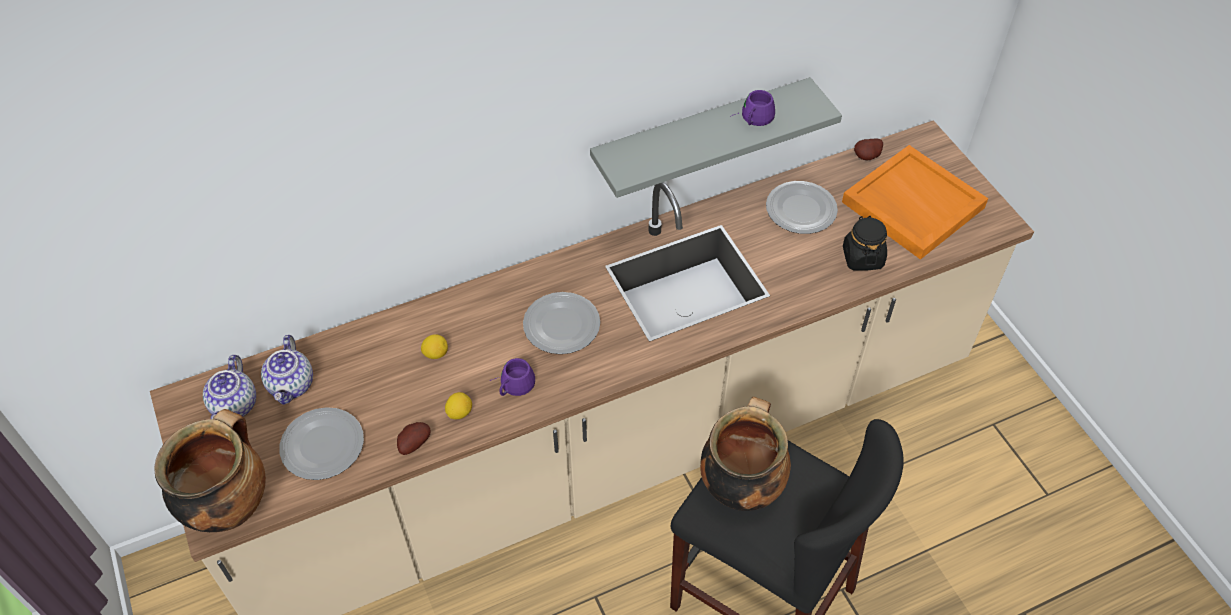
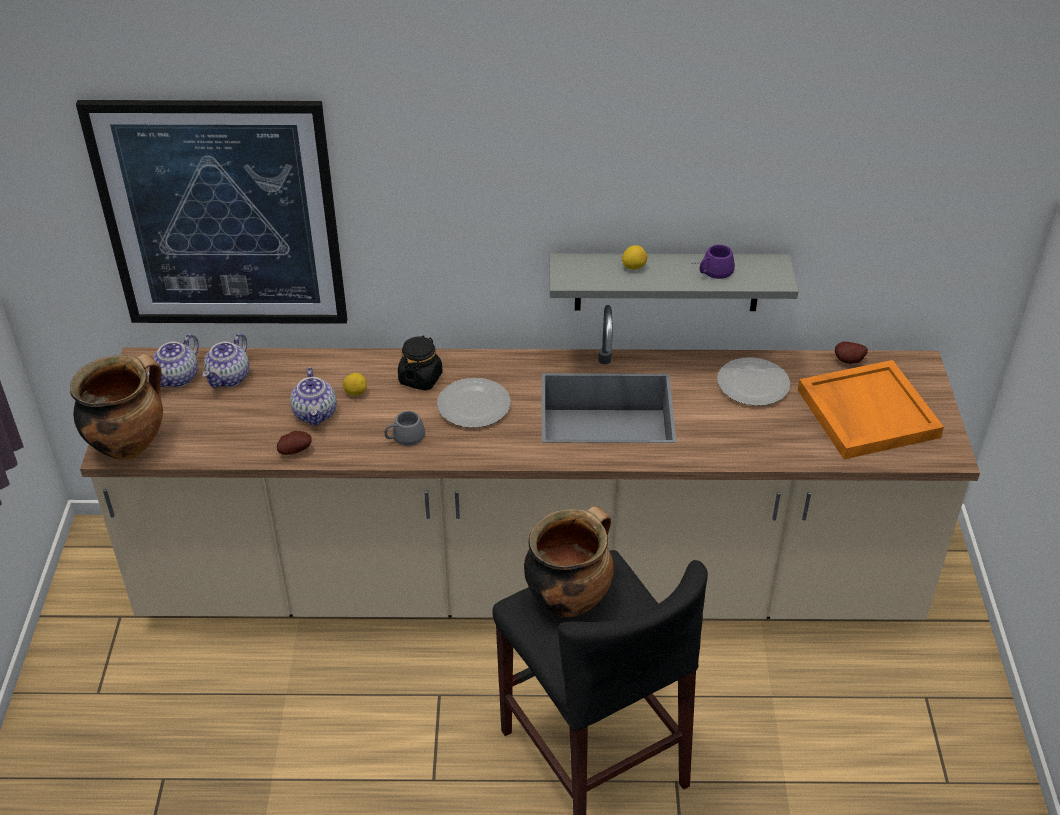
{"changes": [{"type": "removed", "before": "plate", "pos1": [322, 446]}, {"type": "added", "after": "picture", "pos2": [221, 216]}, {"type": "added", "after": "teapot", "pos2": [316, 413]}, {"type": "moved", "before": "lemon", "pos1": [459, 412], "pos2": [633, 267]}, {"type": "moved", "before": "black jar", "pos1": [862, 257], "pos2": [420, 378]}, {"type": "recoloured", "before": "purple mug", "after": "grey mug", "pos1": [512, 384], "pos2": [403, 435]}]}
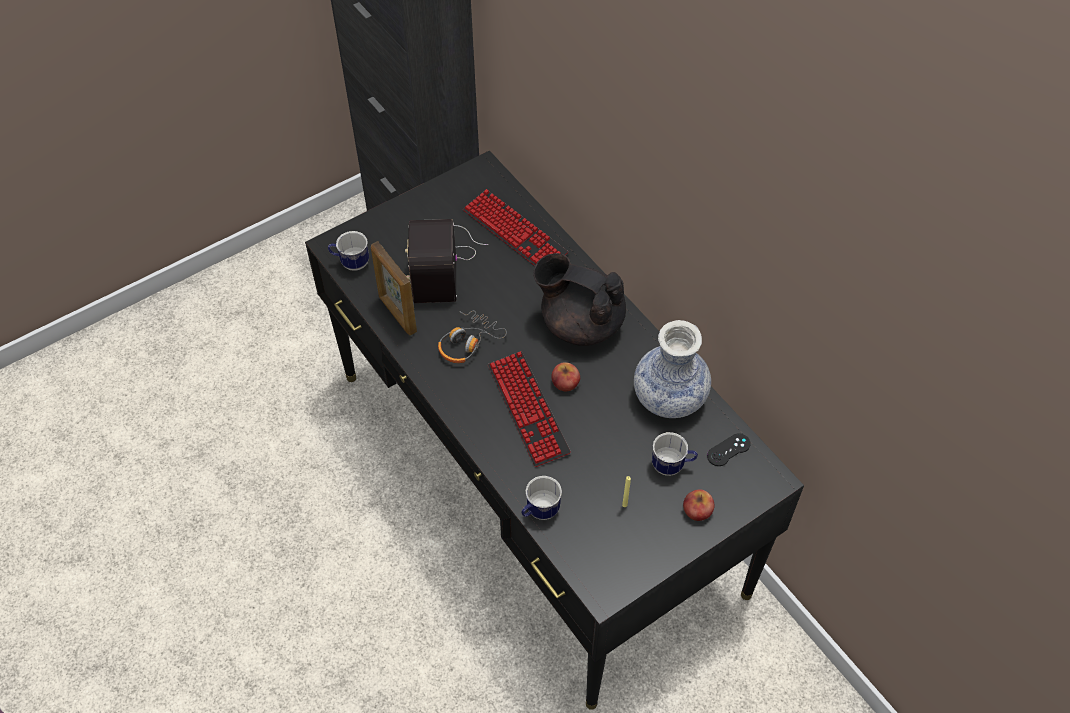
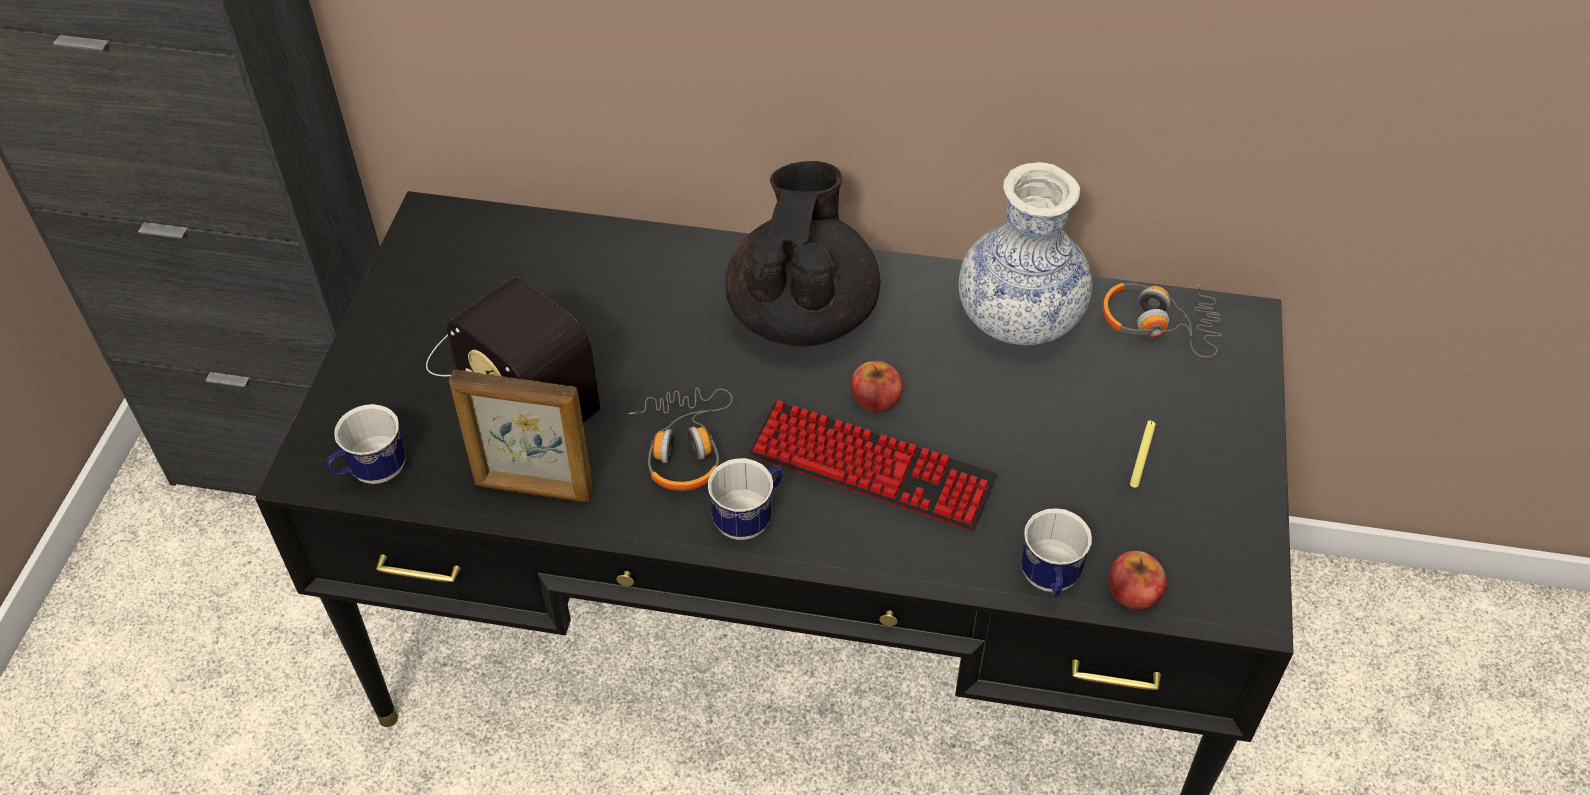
{"changes": [{"type": "removed", "before": "keyboard", "pos1": [514, 232]}, {"type": "moved", "before": "mug", "pos1": [672, 466], "pos2": [750, 518]}, {"type": "moved", "before": "apple", "pos1": [697, 510], "pos2": [1133, 591]}, {"type": "replaced", "before": "black game controller", "after": "headphones", "pos1": [728, 450], "pos2": [1159, 325]}, {"type": "turned", "before": "black teapot", "pos1": [580, 323], "pos2": [802, 313], "turn": 120}]}
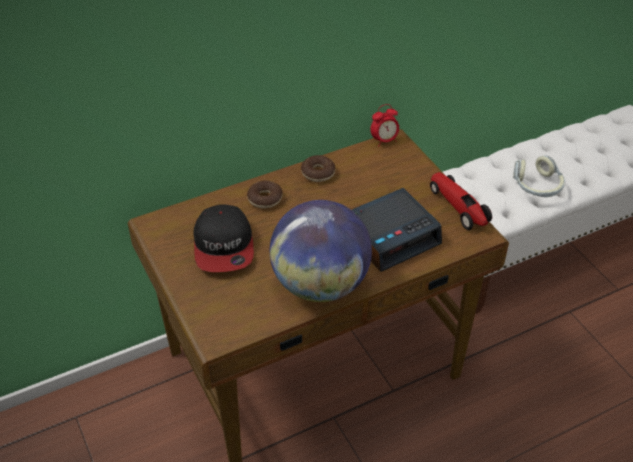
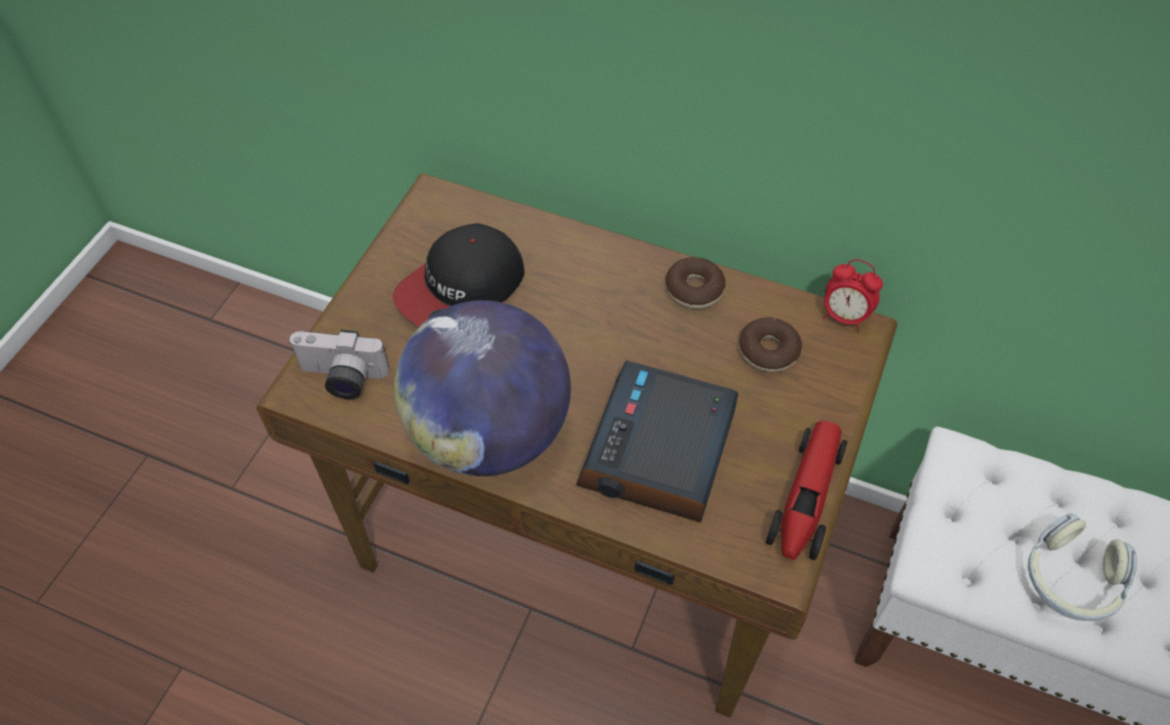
{"changes": [{"type": "added", "after": "photo camera", "pos2": [341, 379]}, {"type": "moved", "before": "donut", "pos1": [265, 199], "pos2": [768, 351]}, {"type": "turned", "before": "alarm clock", "pos1": [390, 236], "pos2": [658, 452], "turn": 90}]}
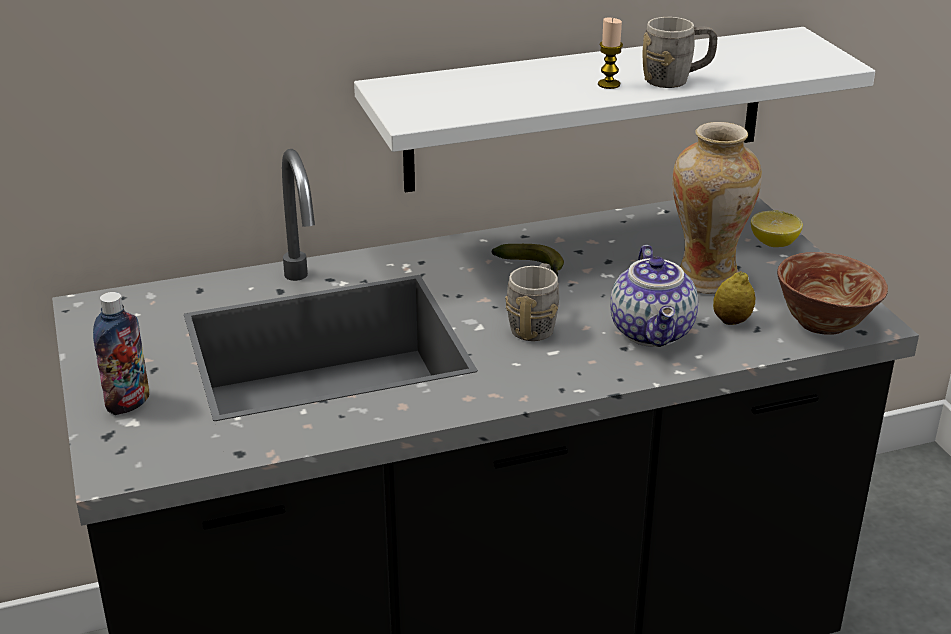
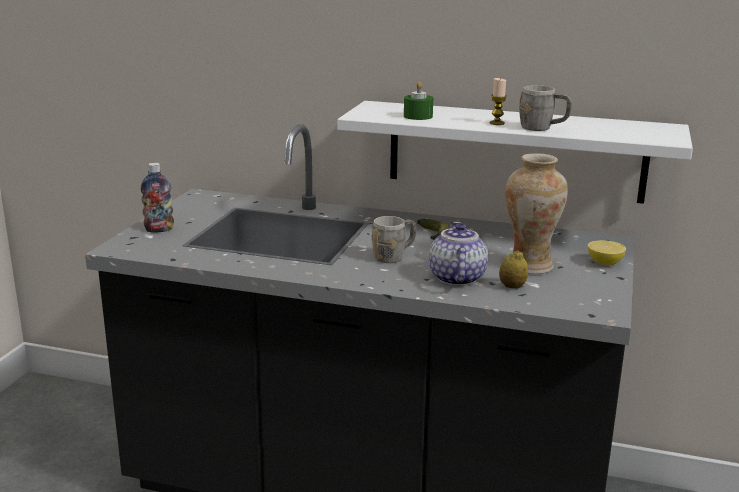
{"changes": [{"type": "removed", "before": "bowl", "pos1": [823, 323]}, {"type": "added", "after": "green candle", "pos2": [418, 116]}, {"type": "turned", "before": "teapot", "pos1": [654, 332], "pos2": [455, 278], "turn": 150}]}
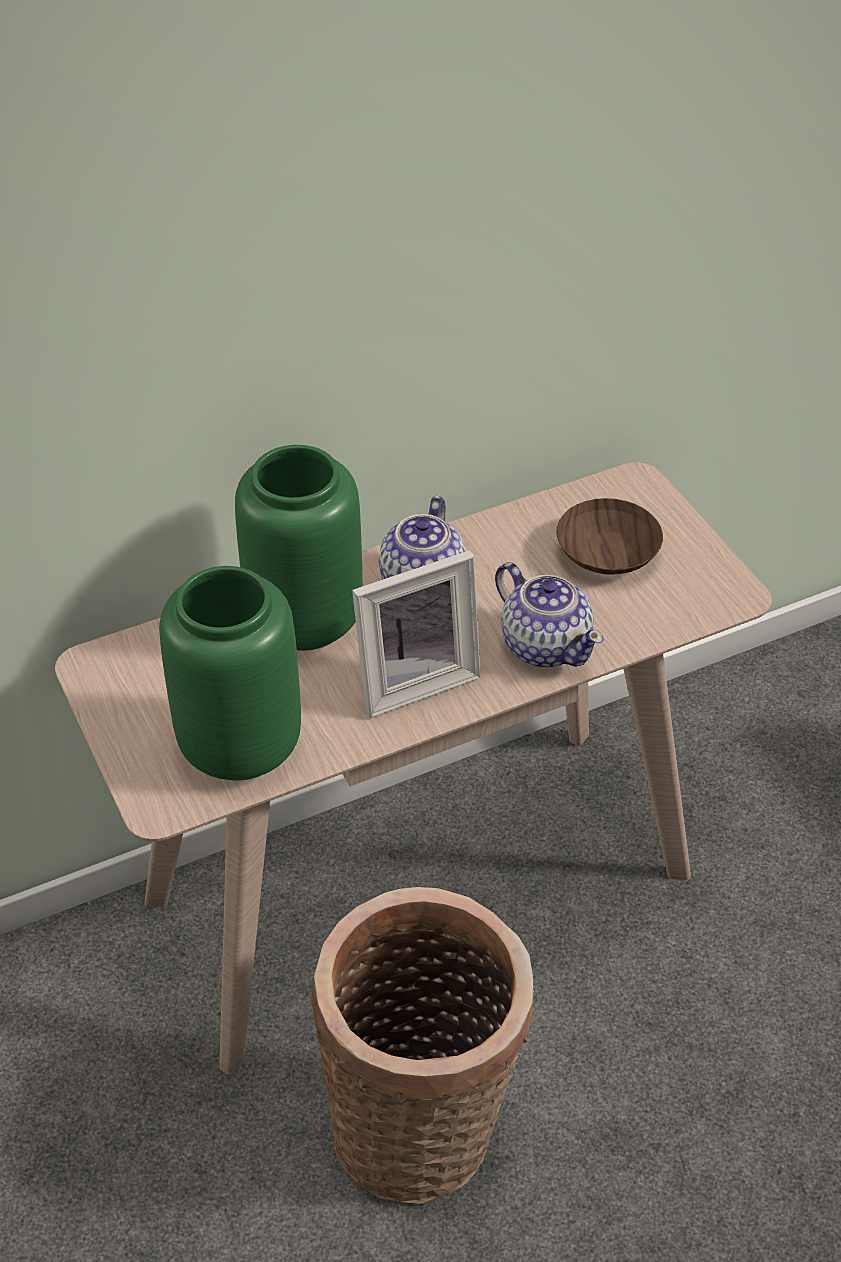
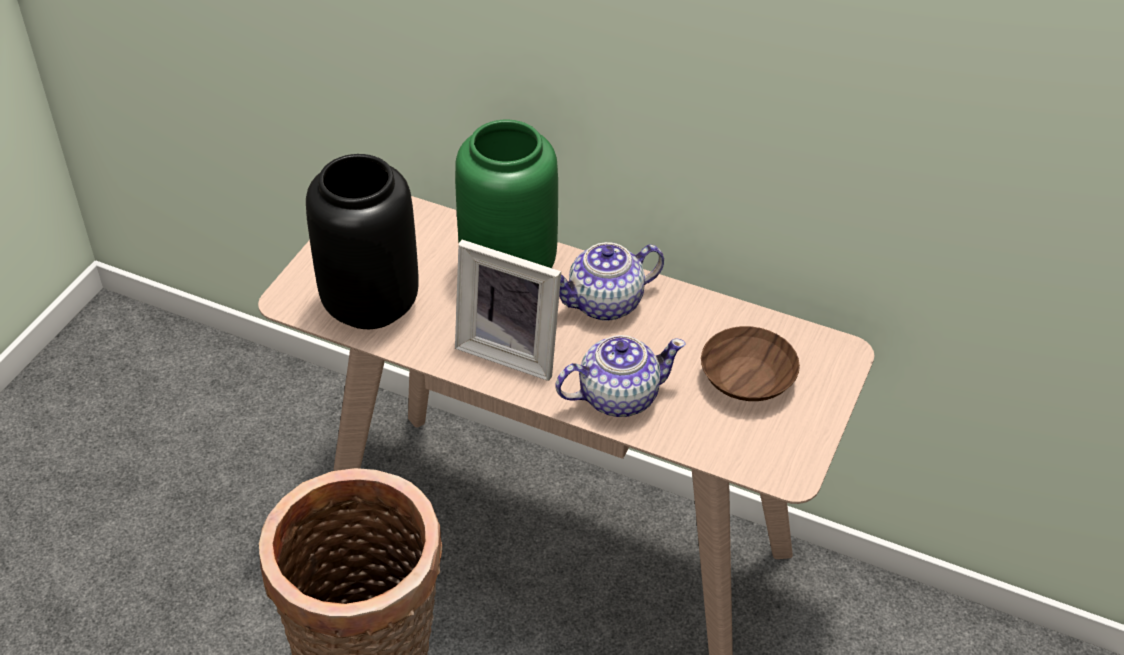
{"changes": [{"type": "recoloured", "before": "green vase", "after": "black vase", "pos1": [242, 748], "pos2": [371, 306]}, {"type": "turned", "before": "teapot", "pos1": [545, 644], "pos2": [617, 396], "turn": -120}]}
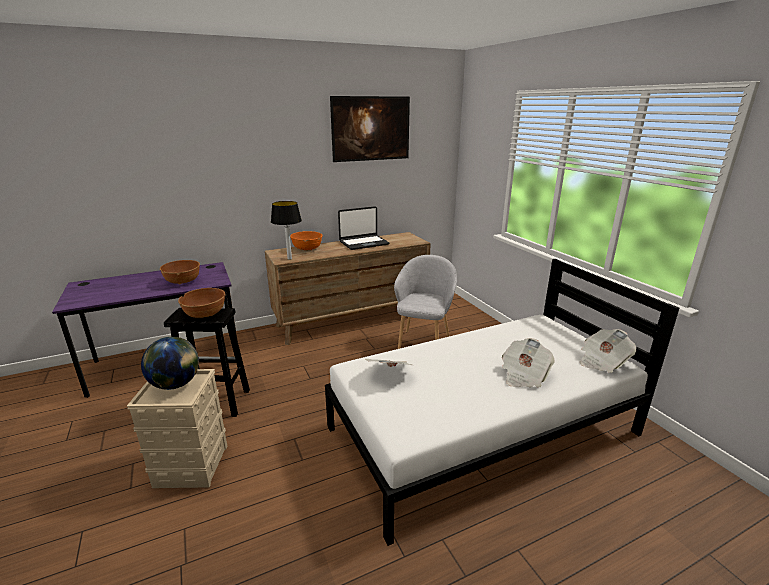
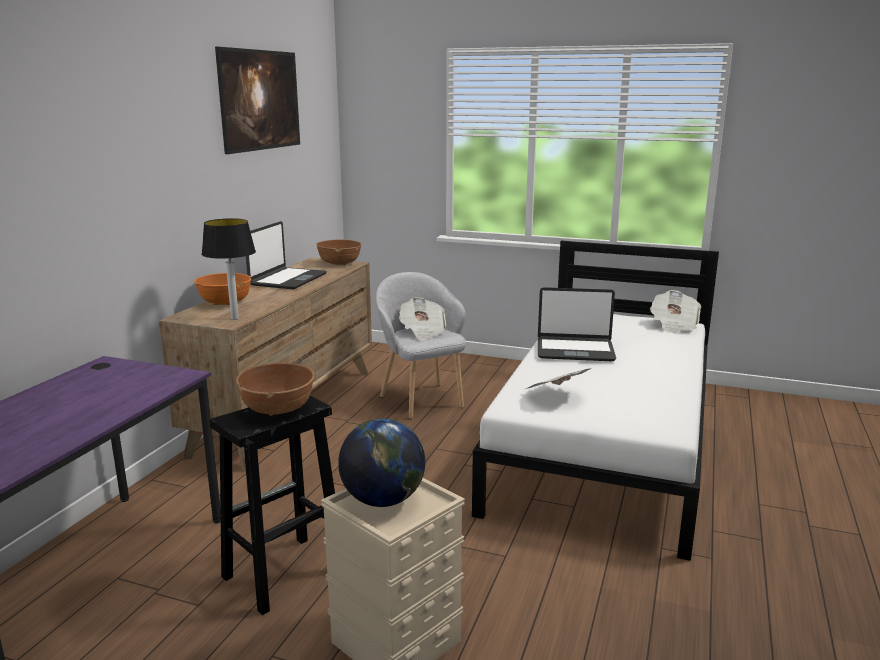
{"changes": [{"type": "added", "after": "laptop", "pos2": [575, 350]}, {"type": "moved", "before": "brown bowl", "pos1": [183, 281], "pos2": [339, 263]}, {"type": "moved", "before": "newspaper", "pos1": [523, 375], "pos2": [423, 331]}]}
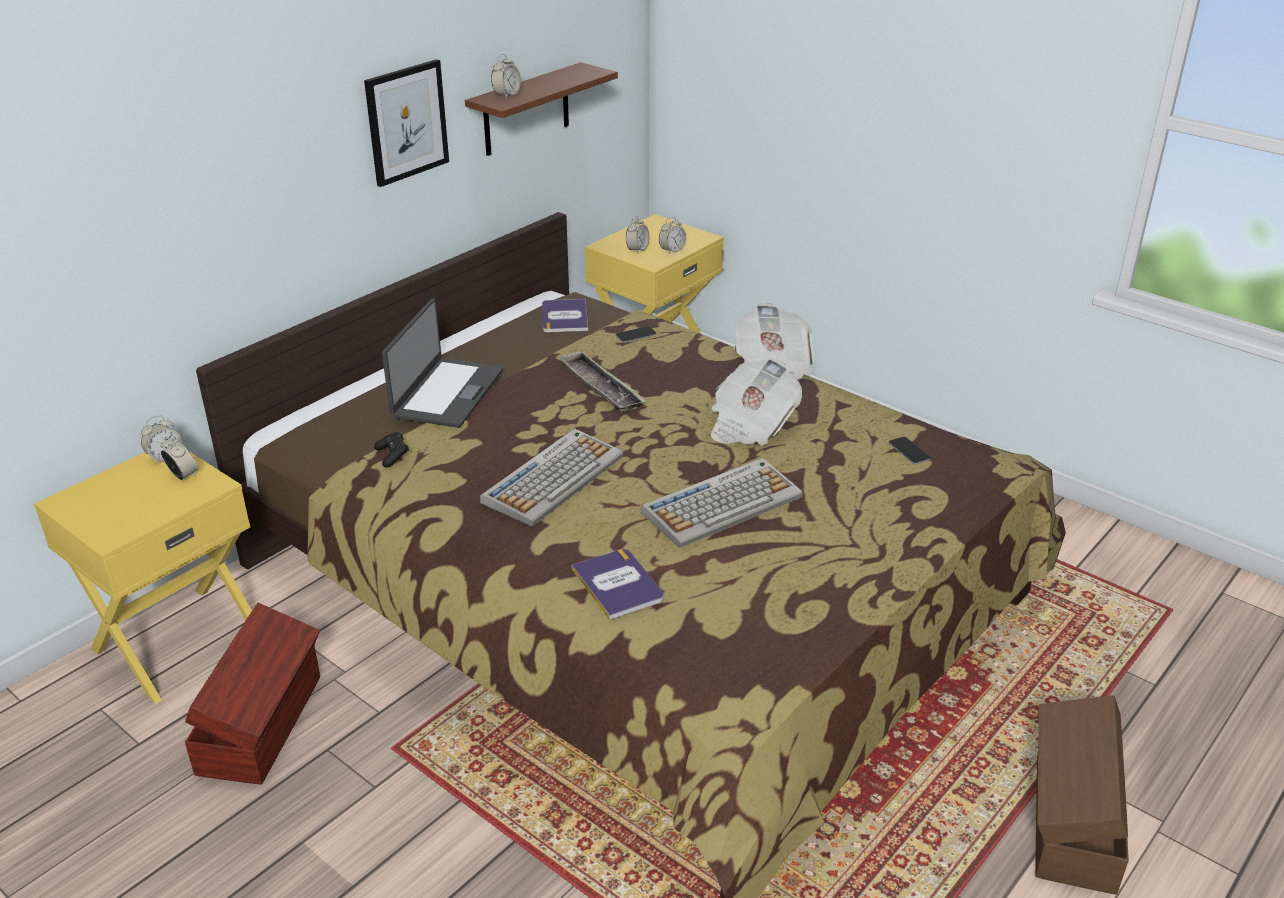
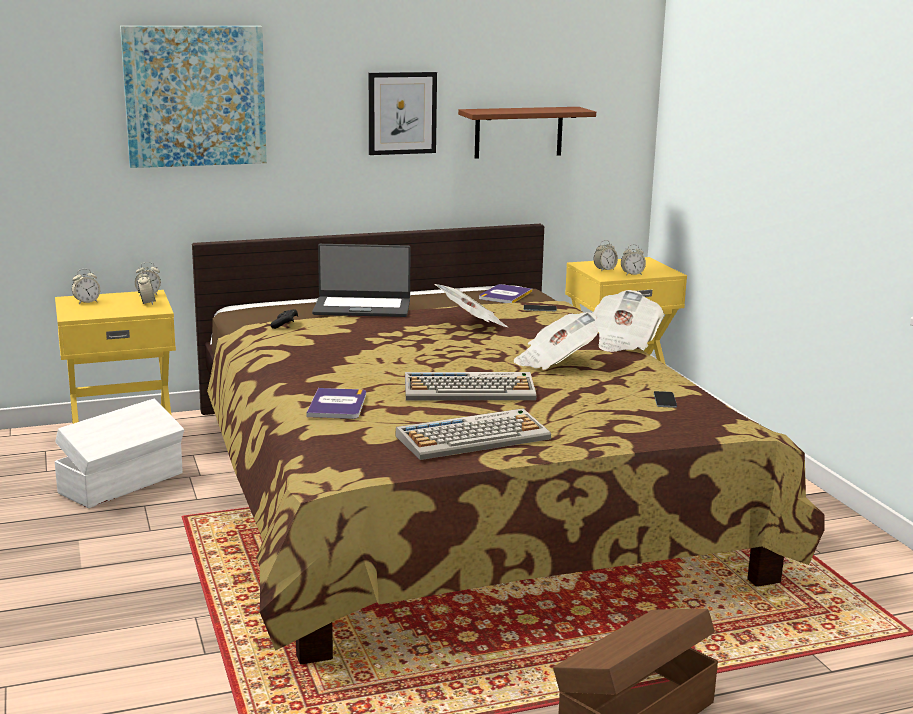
{"changes": [{"type": "added", "after": "picture", "pos2": [195, 96]}, {"type": "moved", "before": "keyboard", "pos1": [553, 478], "pos2": [474, 437]}, {"type": "moved", "before": "alarm clock", "pos1": [506, 95], "pos2": [86, 302]}, {"type": "replaced", "before": "tray", "after": "newspaper", "pos1": [600, 387], "pos2": [472, 324]}, {"type": "recoloured", "before": "brown storage box", "after": "white storage box", "pos1": [263, 723], "pos2": [123, 483]}, {"type": "turned", "before": "laptop", "pos1": [446, 393], "pos2": [362, 307], "turn": 45}]}
